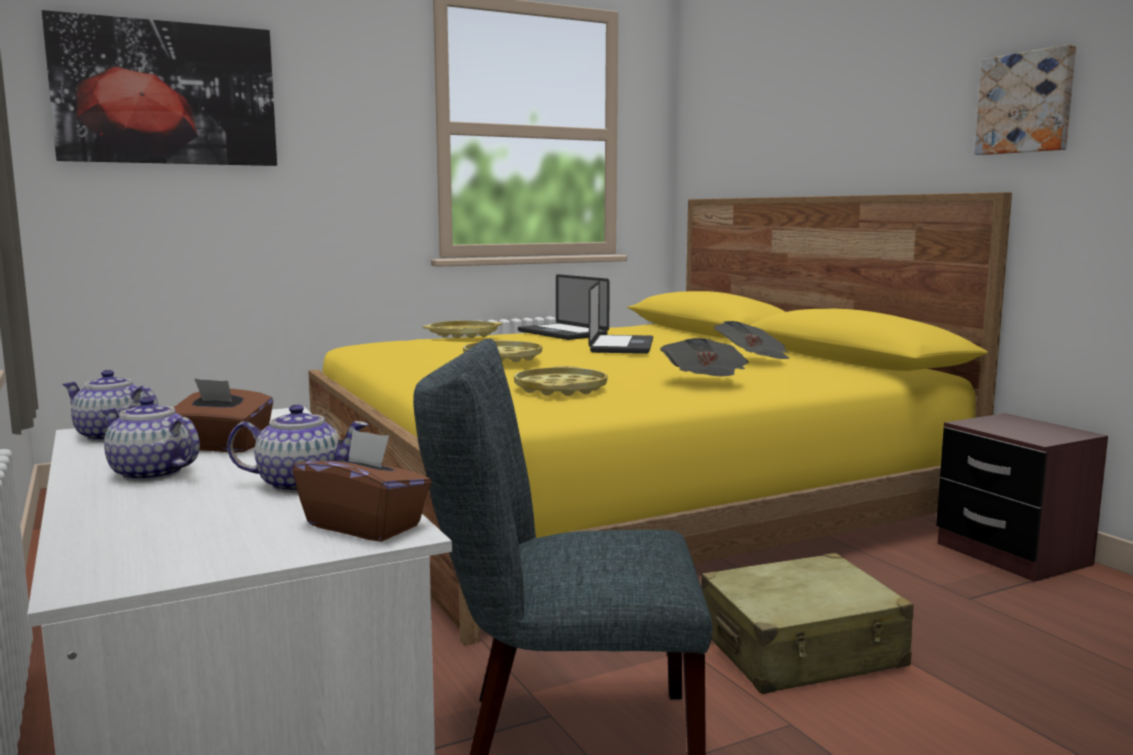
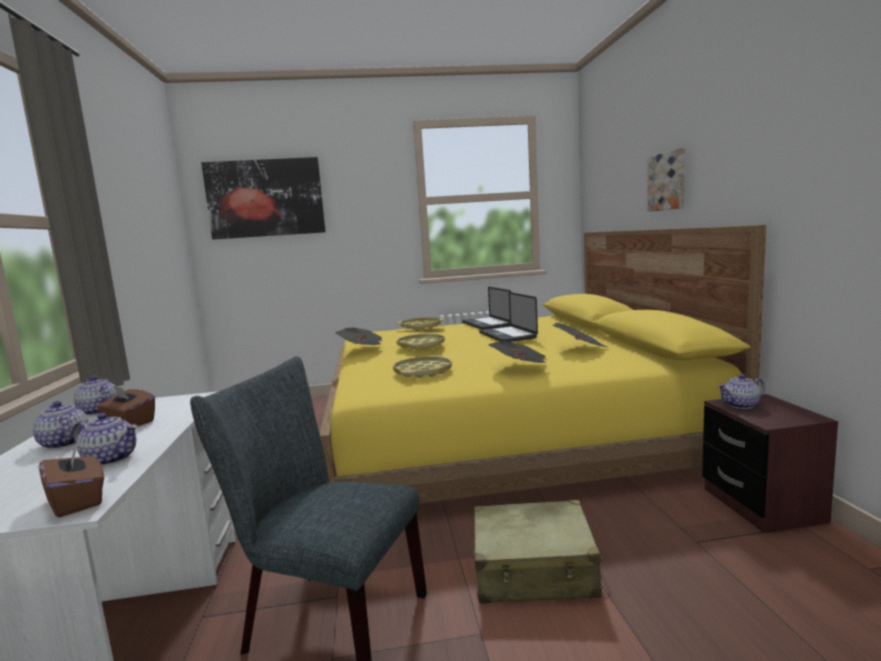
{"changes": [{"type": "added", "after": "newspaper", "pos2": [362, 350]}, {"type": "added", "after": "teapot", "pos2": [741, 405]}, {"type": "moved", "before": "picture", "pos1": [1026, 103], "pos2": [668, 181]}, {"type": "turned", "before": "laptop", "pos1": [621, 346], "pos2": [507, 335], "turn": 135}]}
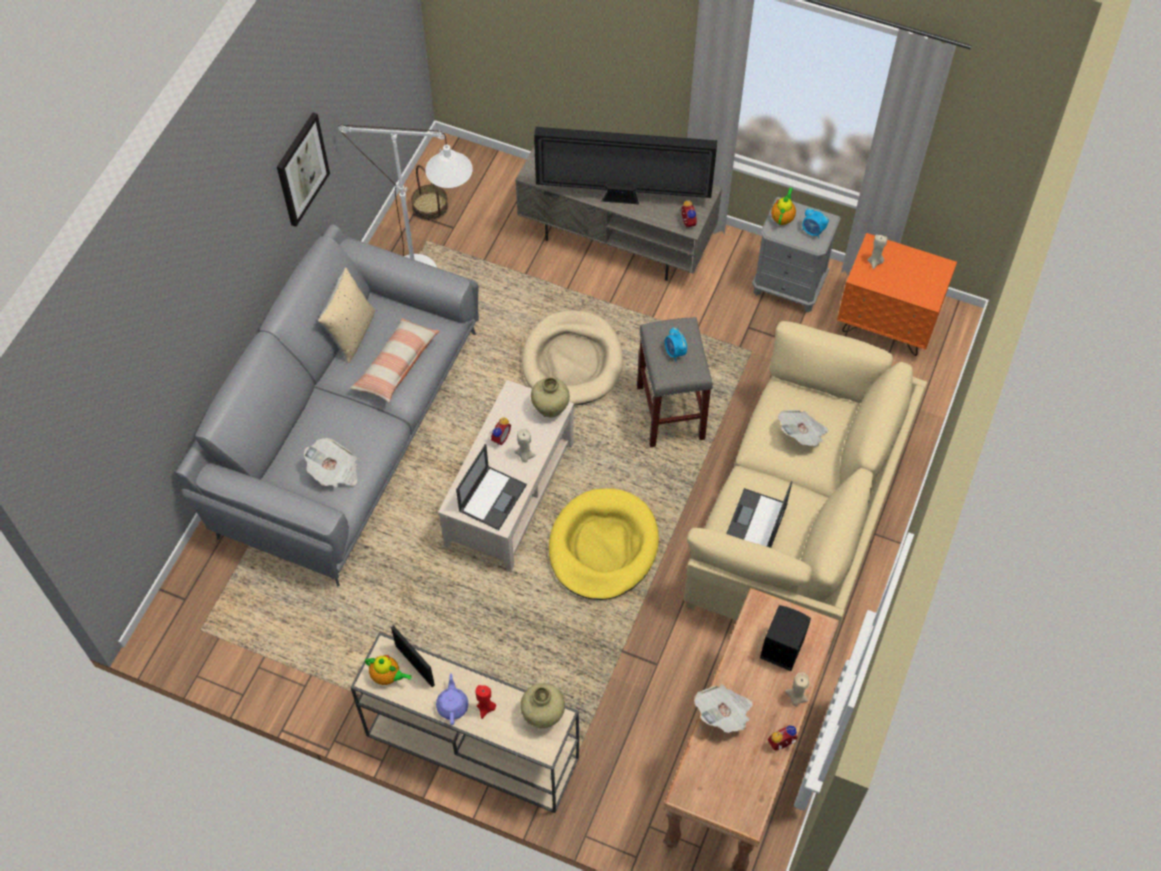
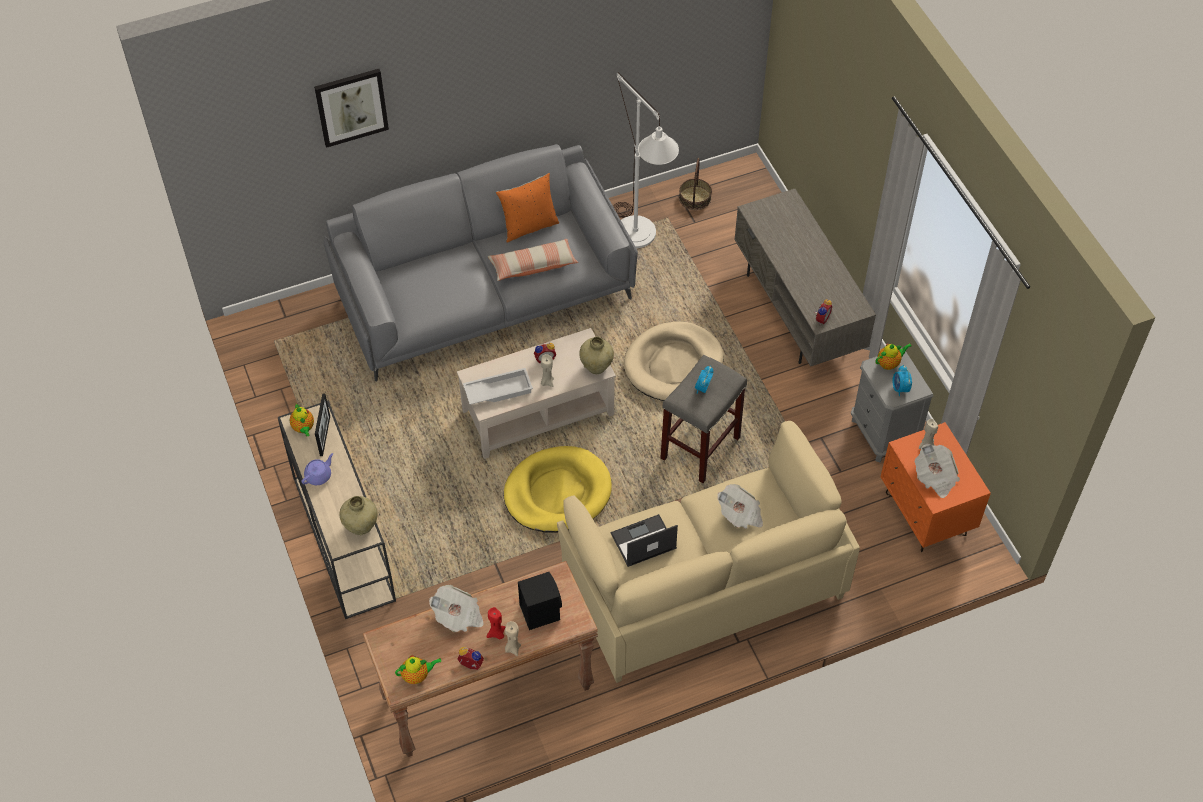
{"changes": [{"type": "removed", "before": "television", "pos1": [623, 199]}, {"type": "added", "after": "teapot", "pos2": [417, 675]}, {"type": "moved", "before": "picture", "pos1": [301, 169], "pos2": [351, 107]}, {"type": "moved", "before": "newspaper", "pos1": [334, 471], "pos2": [935, 477]}, {"type": "moved", "before": "red candle", "pos1": [486, 708], "pos2": [497, 634]}, {"type": "replaced", "before": "laptop", "after": "white tray", "pos1": [492, 497], "pos2": [498, 390]}, {"type": "recoloured", "before": "beige pillow", "after": "orange pillow", "pos1": [351, 333], "pos2": [529, 226]}]}
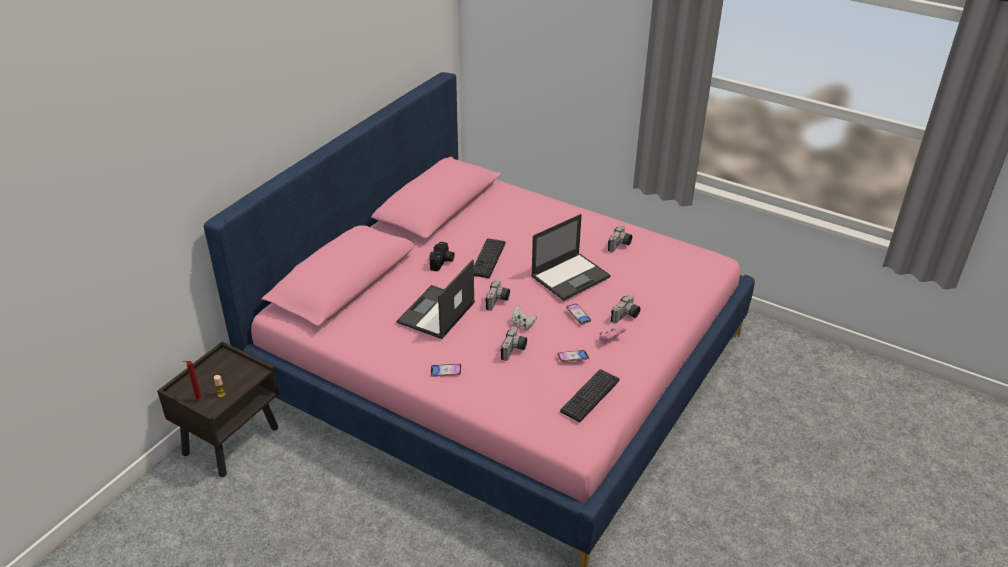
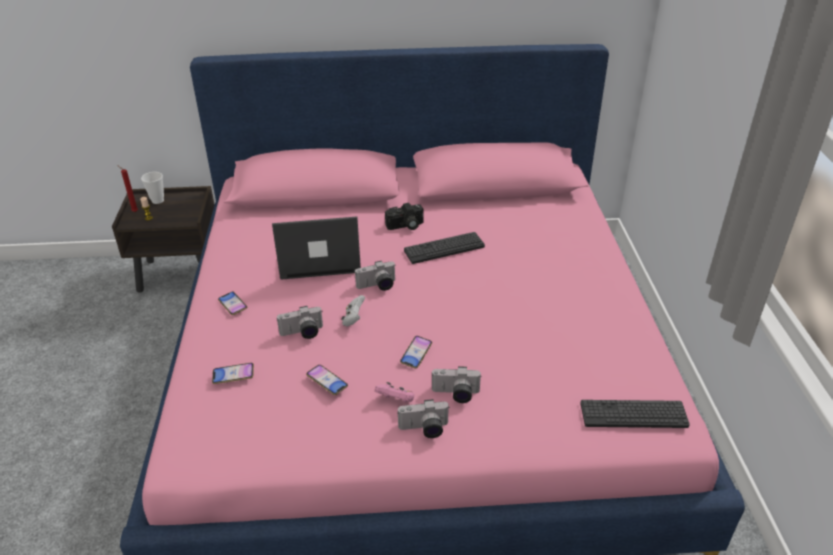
{"changes": [{"type": "removed", "before": "laptop", "pos1": [571, 276]}, {"type": "added", "after": "cup", "pos2": [157, 200]}, {"type": "added", "after": "phone", "pos2": [233, 375]}, {"type": "moved", "before": "keyboard", "pos1": [590, 395], "pos2": [633, 414]}, {"type": "moved", "before": "photo camera", "pos1": [620, 245], "pos2": [424, 429]}]}
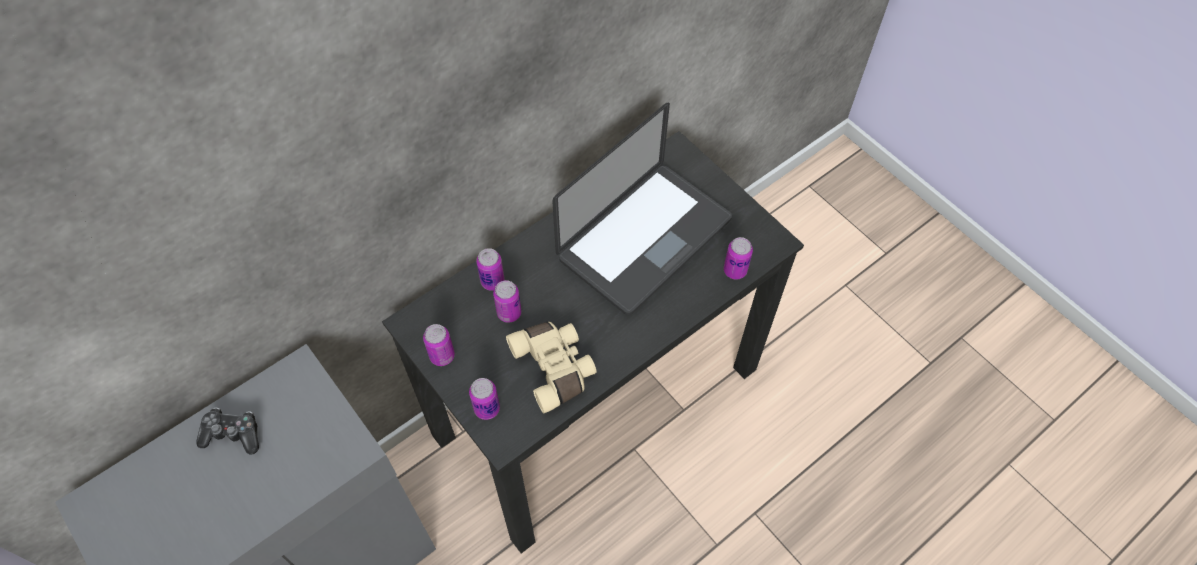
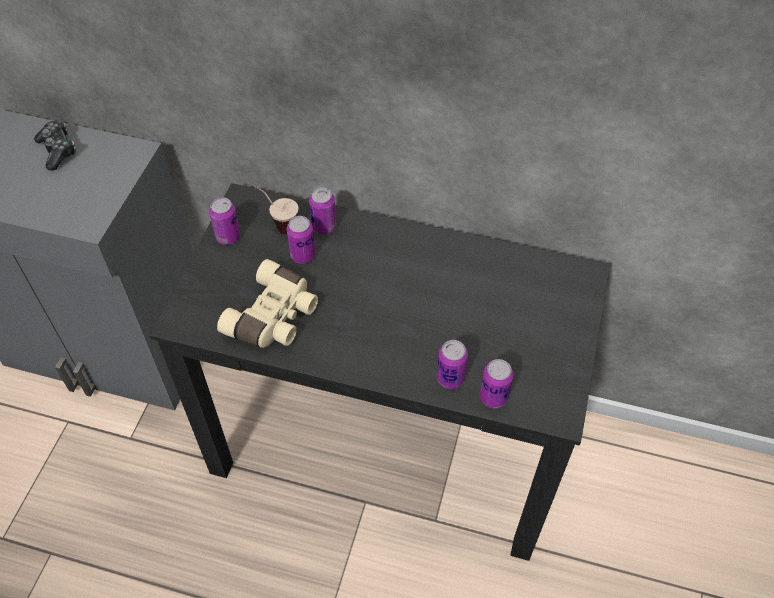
{"changes": [{"type": "removed", "before": "laptop", "pos1": [645, 239]}, {"type": "added", "after": "cup", "pos2": [276, 223]}, {"type": "moved", "before": "can", "pos1": [487, 408], "pos2": [450, 378]}]}
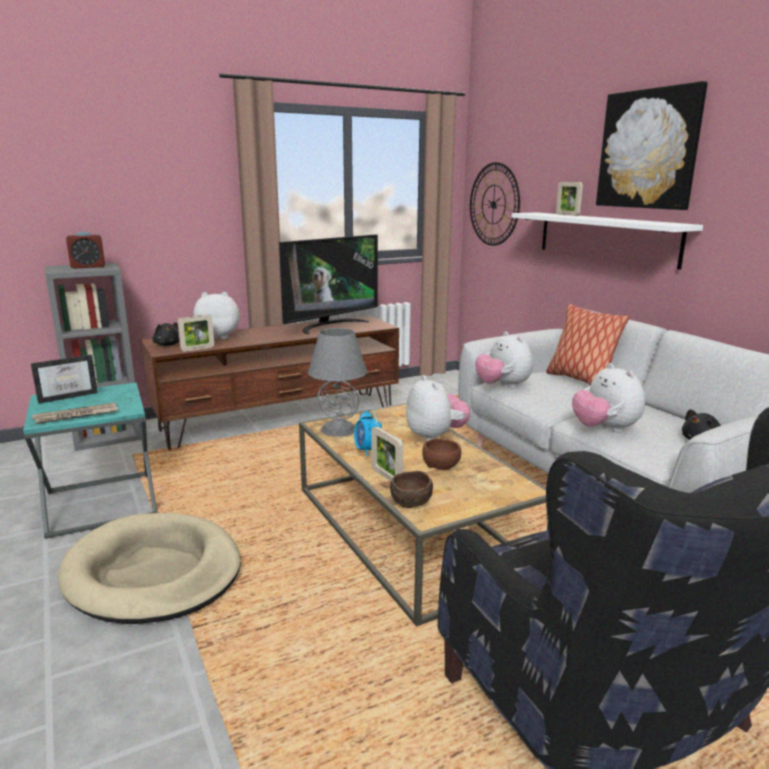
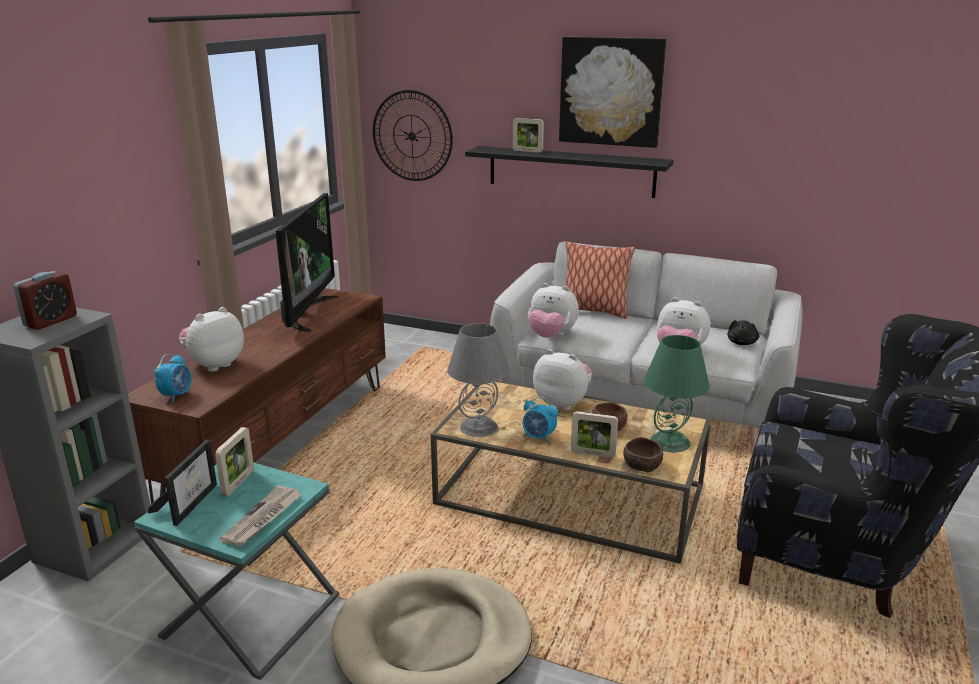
{"changes": [{"type": "added", "after": "green table lamp", "pos2": [670, 442]}, {"type": "moved", "before": "picture frame", "pos1": [197, 349], "pos2": [238, 483]}, {"type": "replaced", "before": "black plush toy", "after": "alarm clock", "pos1": [168, 345], "pos2": [177, 395]}, {"type": "recoloured", "before": "white shelf", "after": "black shelf", "pos1": [606, 238], "pos2": [570, 171]}]}
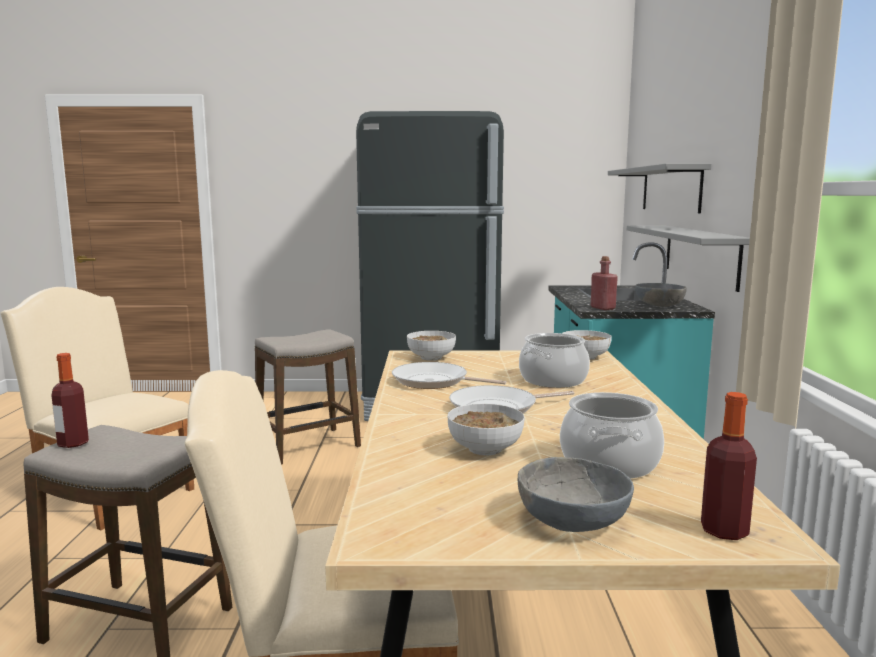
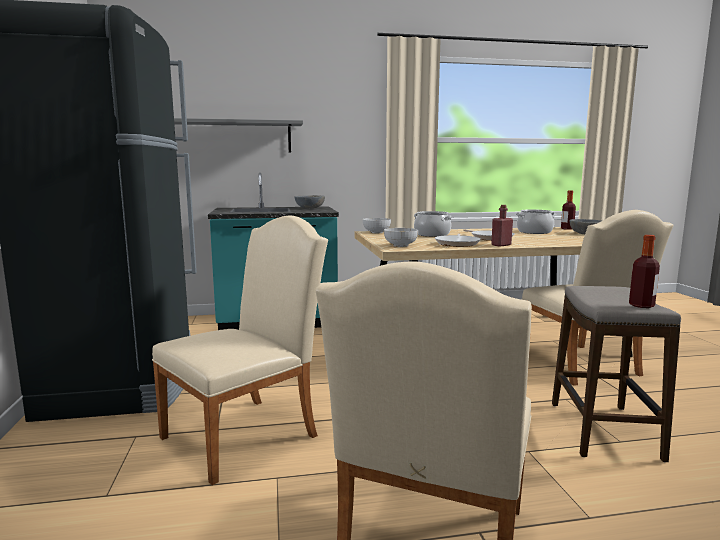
{"changes": [{"type": "removed", "before": "bowl", "pos1": [486, 449]}, {"type": "removed", "before": "grey shelf", "pos1": [700, 254]}, {"type": "moved", "before": "red bottle", "pos1": [602, 308], "pos2": [501, 245]}, {"type": "replaced", "before": "stool", "after": "beige chair", "pos1": [308, 446], "pos2": [248, 433]}]}
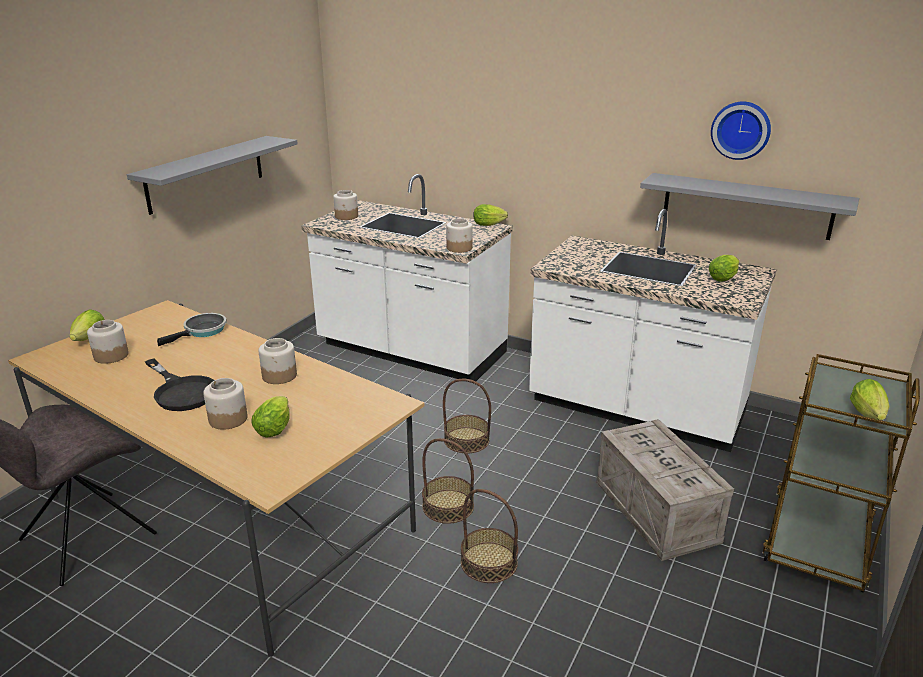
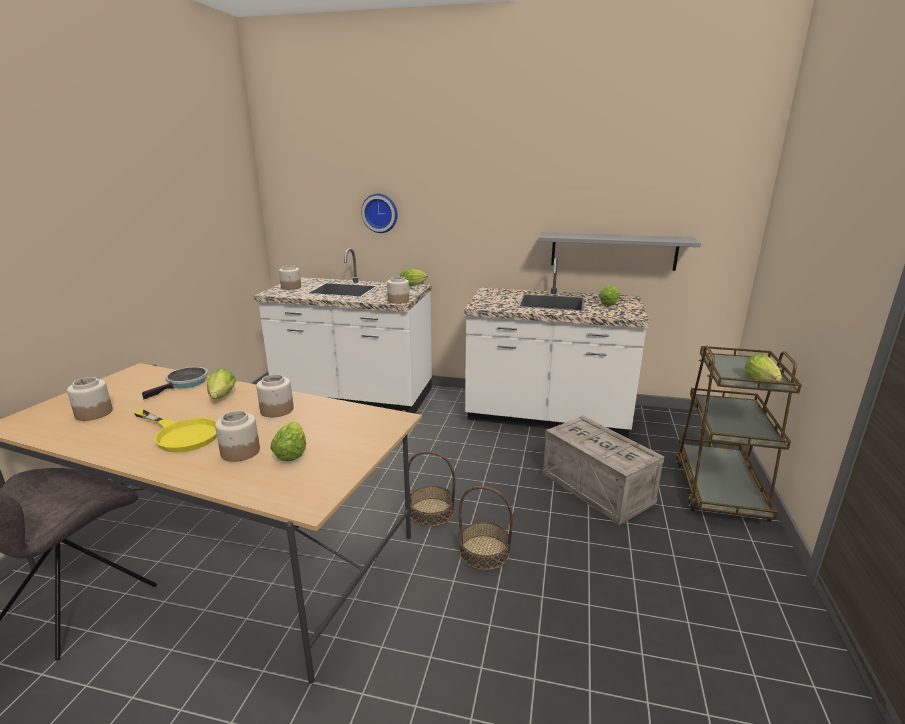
{"changes": [{"type": "removed", "before": "grey shelf", "pos1": [206, 173]}, {"type": "removed", "before": "basket", "pos1": [466, 440]}, {"type": "moved", "before": "lettuce", "pos1": [88, 340], "pos2": [221, 398]}, {"type": "moved", "before": "wall clock", "pos1": [741, 130], "pos2": [380, 213]}, {"type": "recoloured", "before": "black frying pan", "after": "yellow frying pan", "pos1": [181, 391], "pos2": [182, 434]}]}
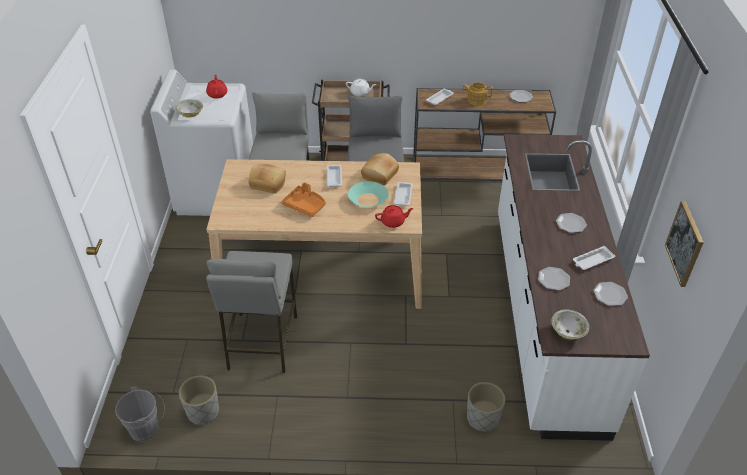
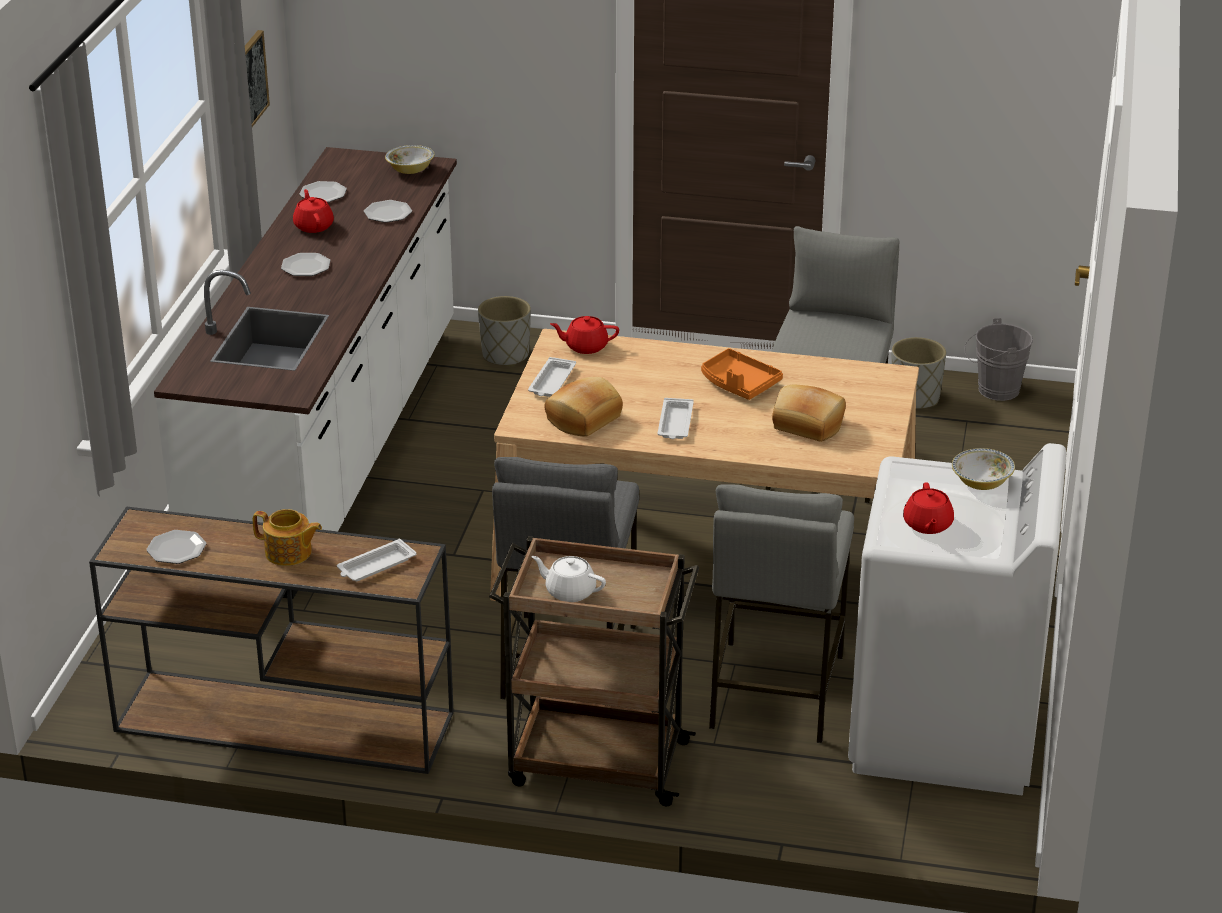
{"changes": [{"type": "removed", "before": "turquoise bowl", "pos1": [368, 199]}, {"type": "replaced", "before": "white tray", "after": "red teapot", "pos1": [592, 260], "pos2": [314, 226]}]}
